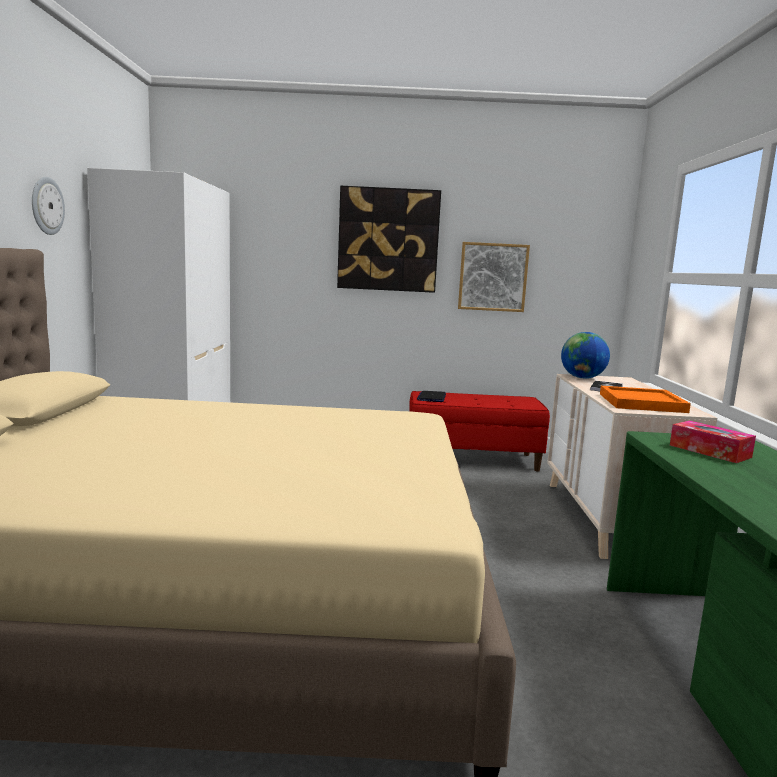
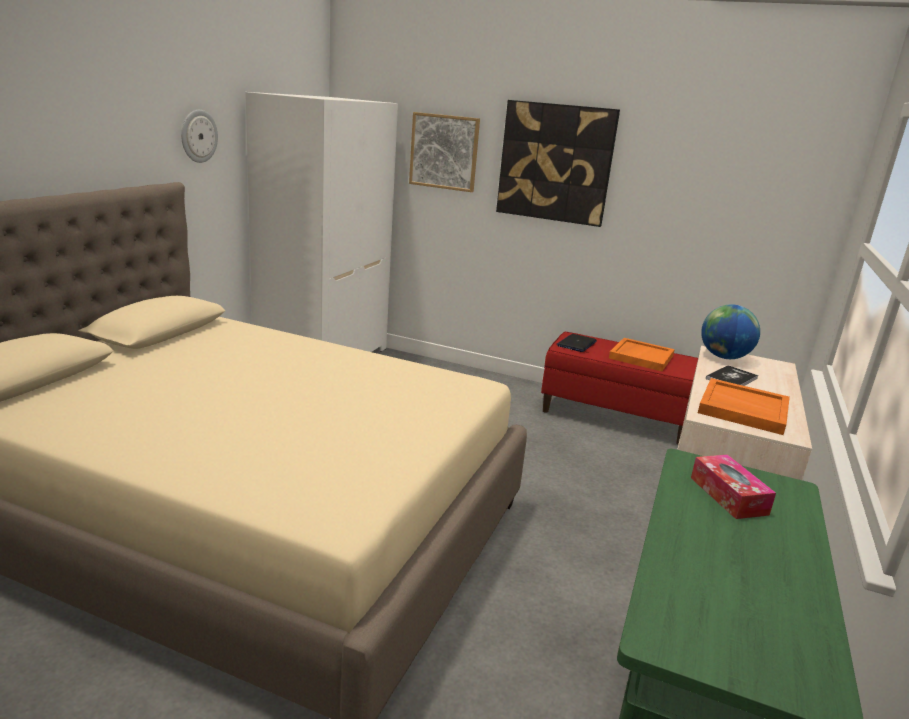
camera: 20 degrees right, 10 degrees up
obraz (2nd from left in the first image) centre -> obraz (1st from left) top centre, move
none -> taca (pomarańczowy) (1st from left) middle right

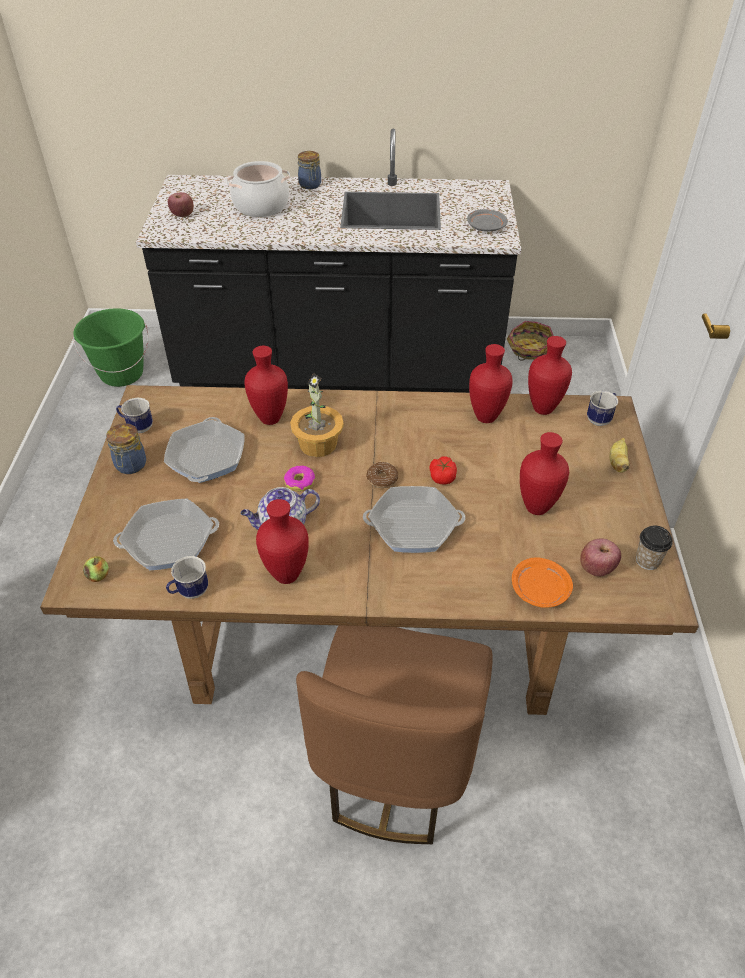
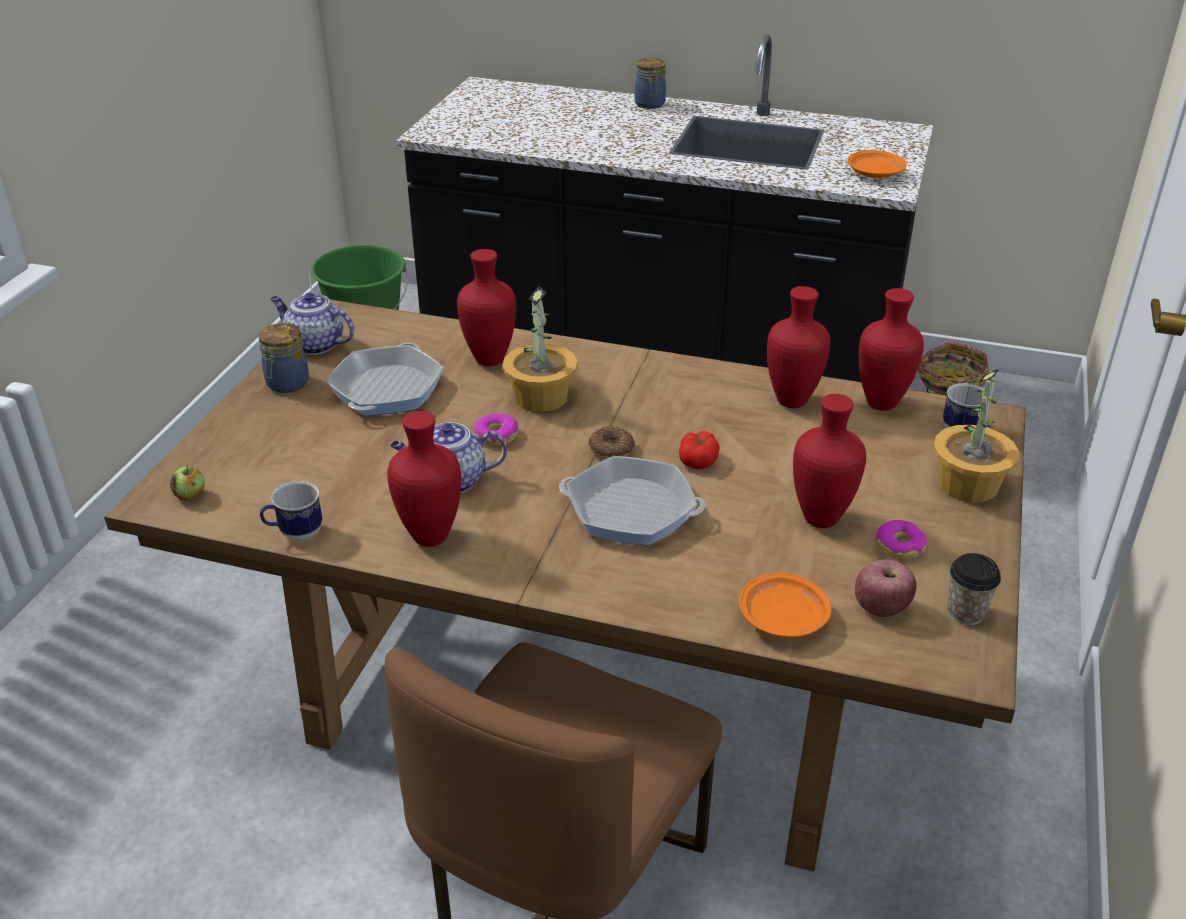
camera: 15 degrees right, 10 degrees down
garnek top centre -> none
jabłko (2nd from left) top left -> none
talerz (szary) top centre -> talerz (pomarańczowy) (2nd from left) top right
kubek (1st from left) middle left -> imbryk (1st from left) middle left
banan middle right -> roślina doniczkowa (2nd from left) middle right
patelnia (1st from left) middle left -> none
none -> donut (3rd from left) middle right

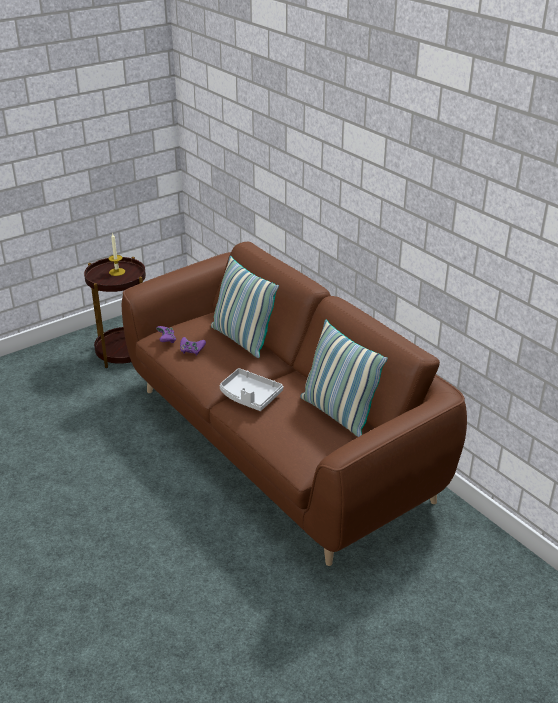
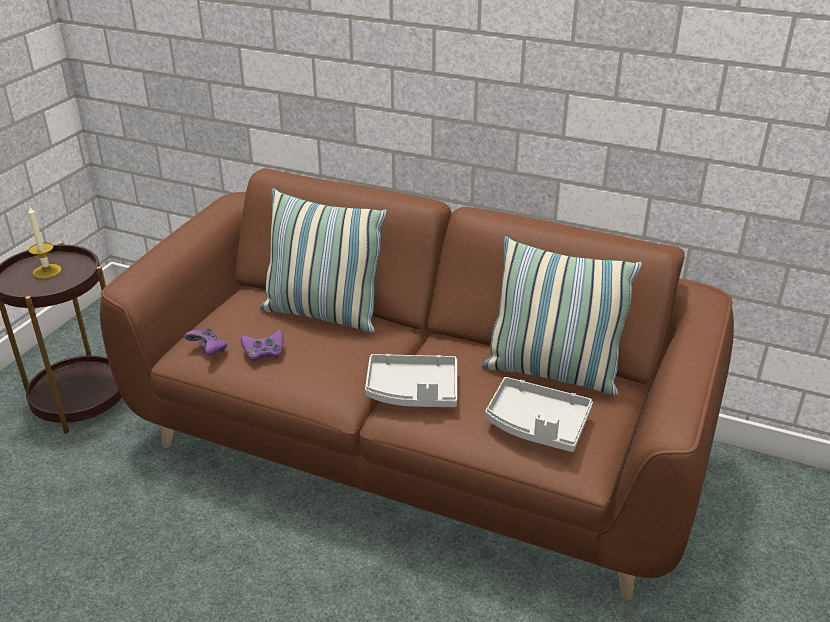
camera: 30 degrees left, 0 degrees up
none -> taca (szary) (2nd from left) centre

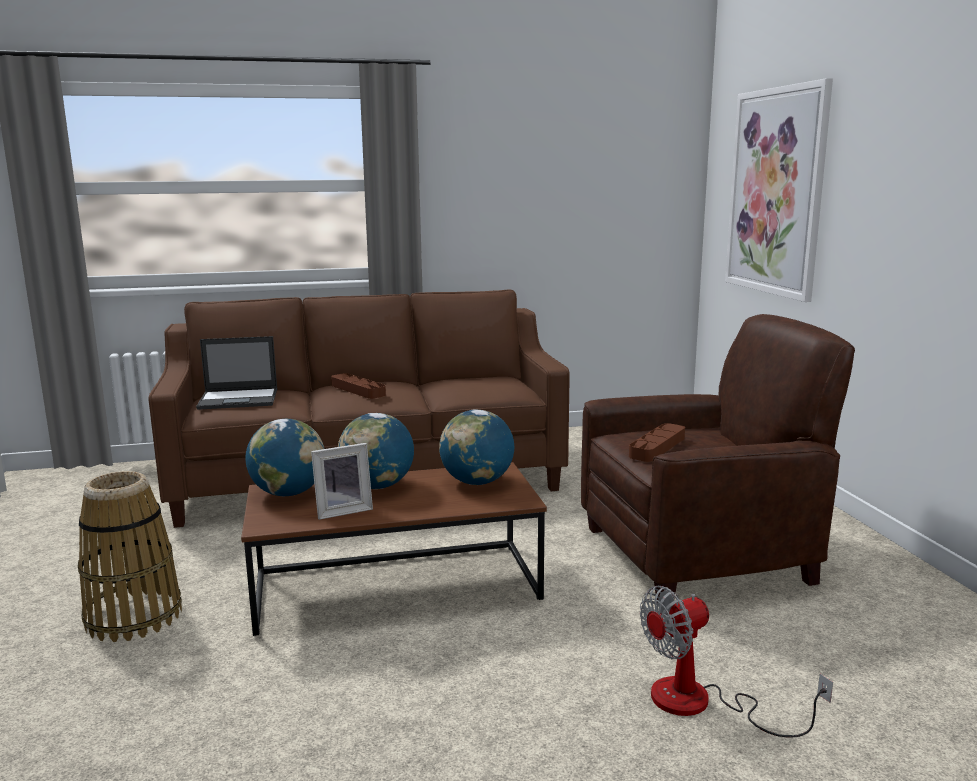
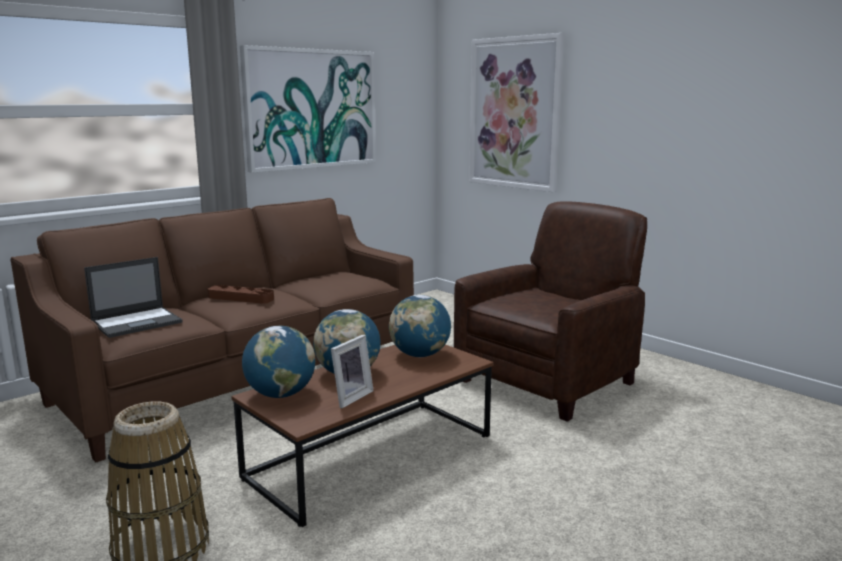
camera: 30 degrees left, 0 degrees up
taca (brązowy) (2nd from left) middle right -> none
wentylator bottom right -> none
none -> obraz (1st from left) top centre

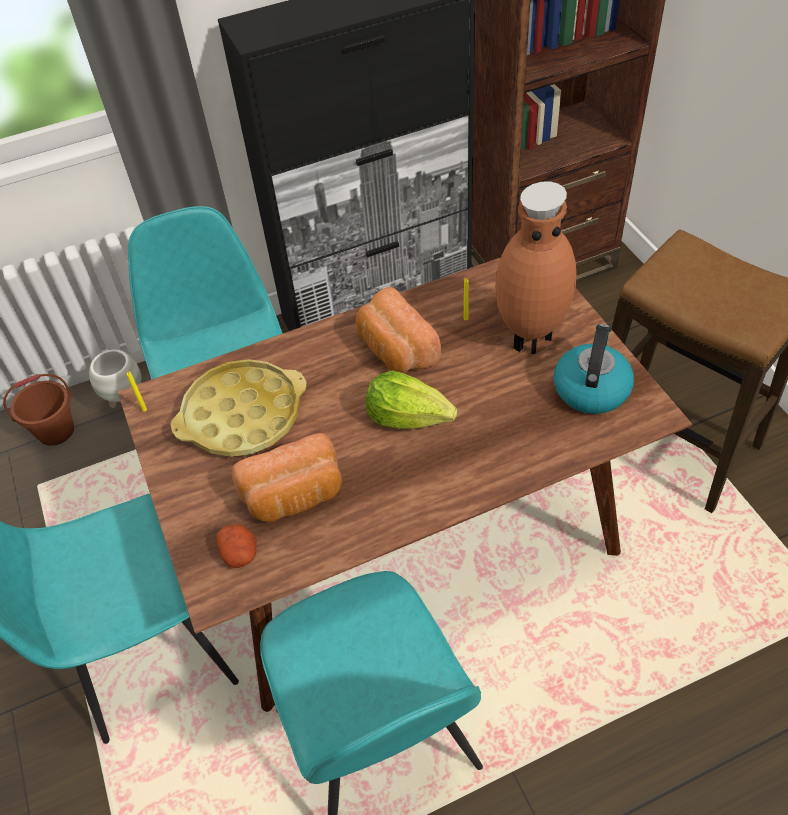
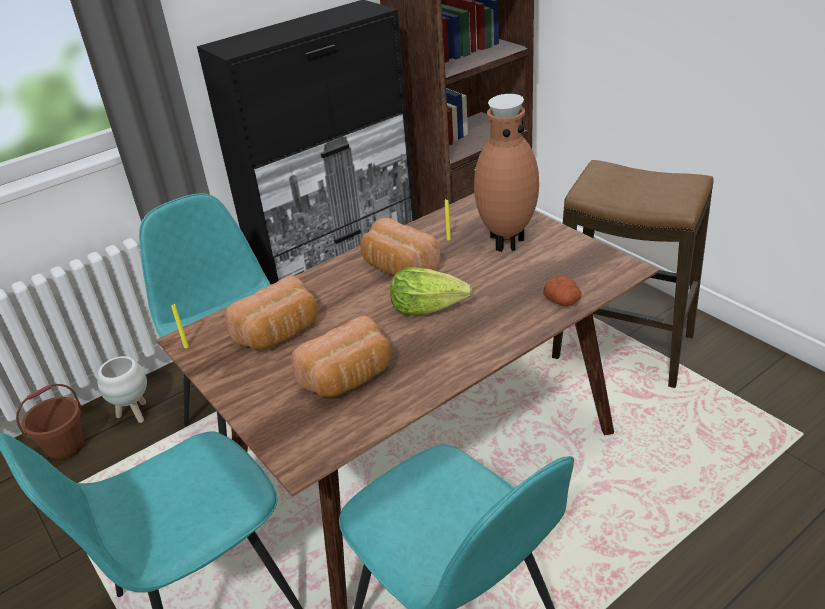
camera: 15 degrees left, 15 degrees down
czajnik middle right -> none
taca (żółty) middle left -> chleb (1st from left) middle left
ziemniak bottom left -> ziemniak middle right, move

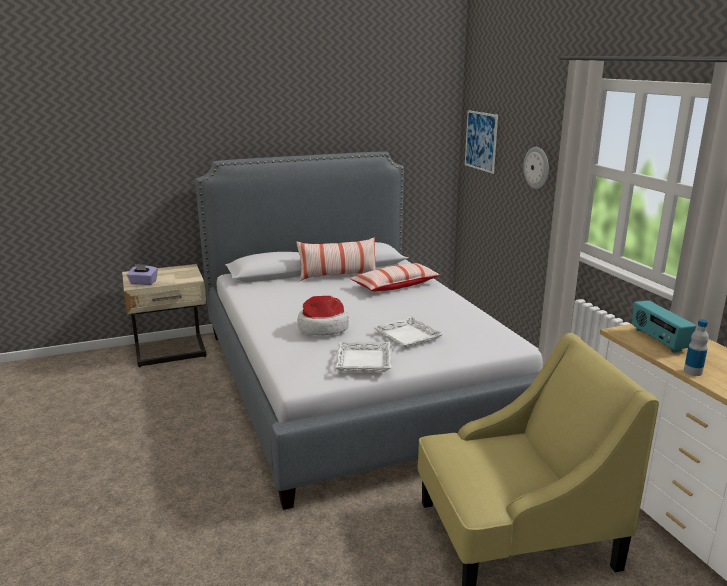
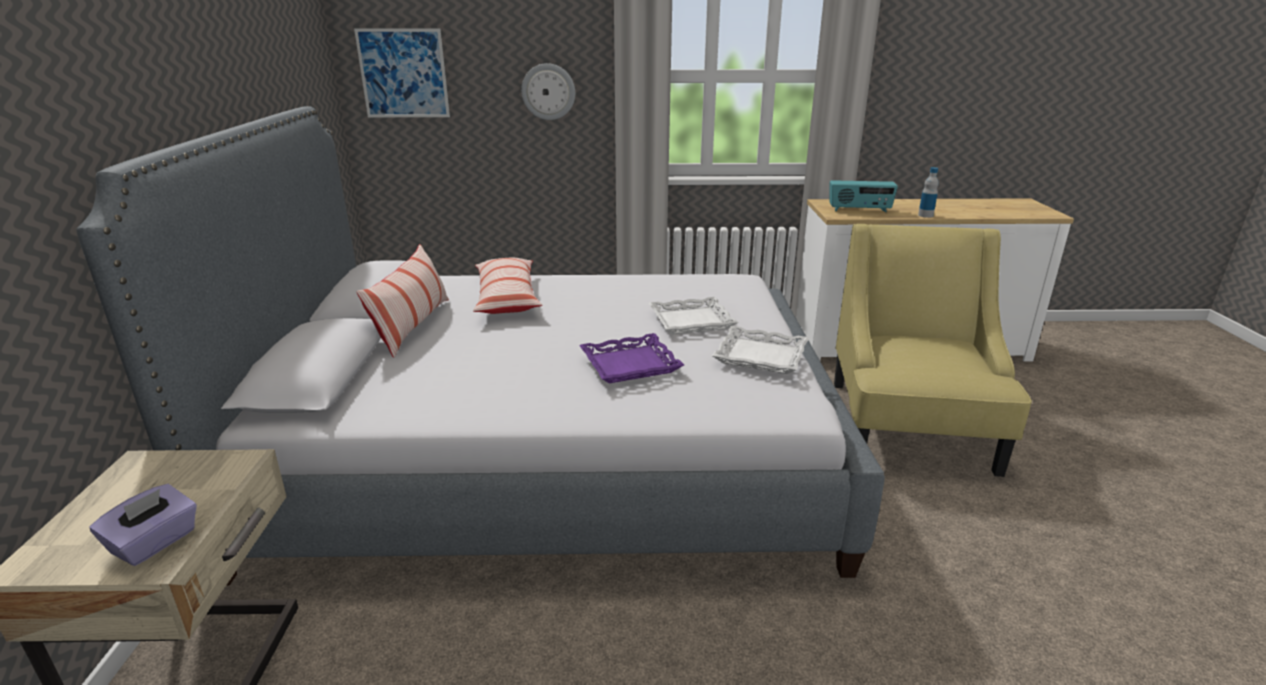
camera: 70 degrees left, 5 degrees up
kapelusz centre -> taca (fioletowy) centre

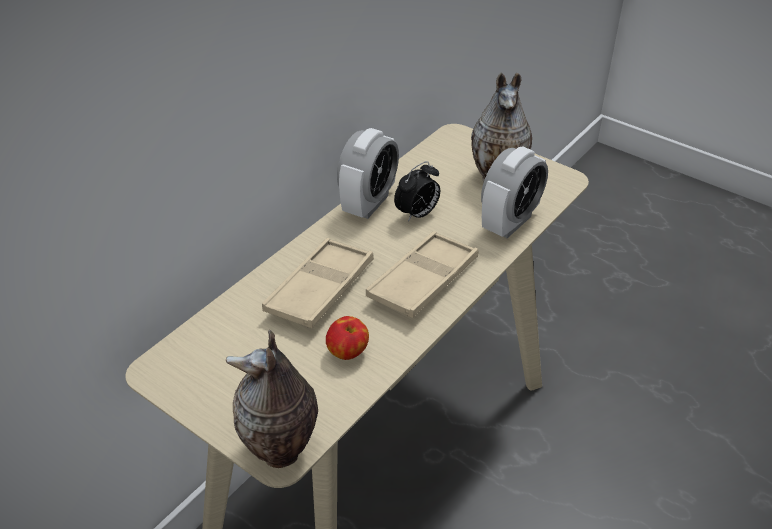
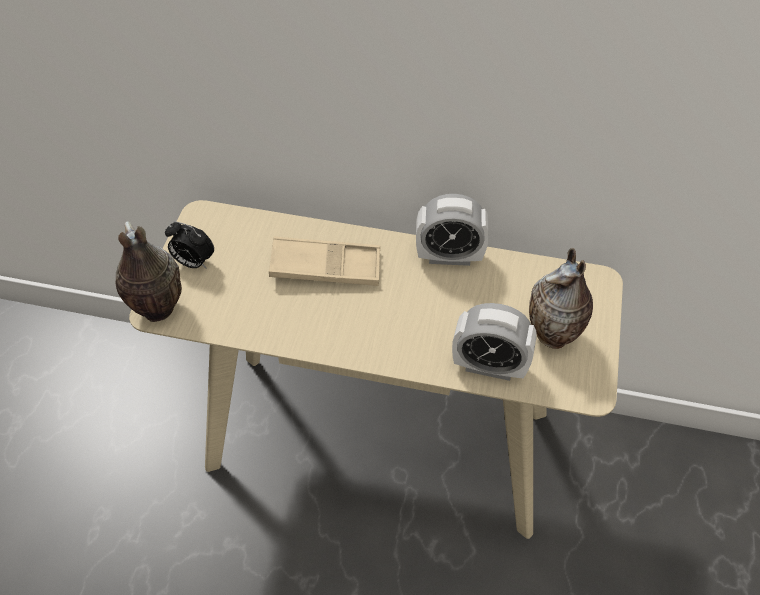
camera: 65 degrees right, 10 degrees up
budzik (2nd from left in the first image) centre -> budzik (1st from left) middle left, move
taca (beżowy) (2nd from left) centre -> none
jabłko centre -> none

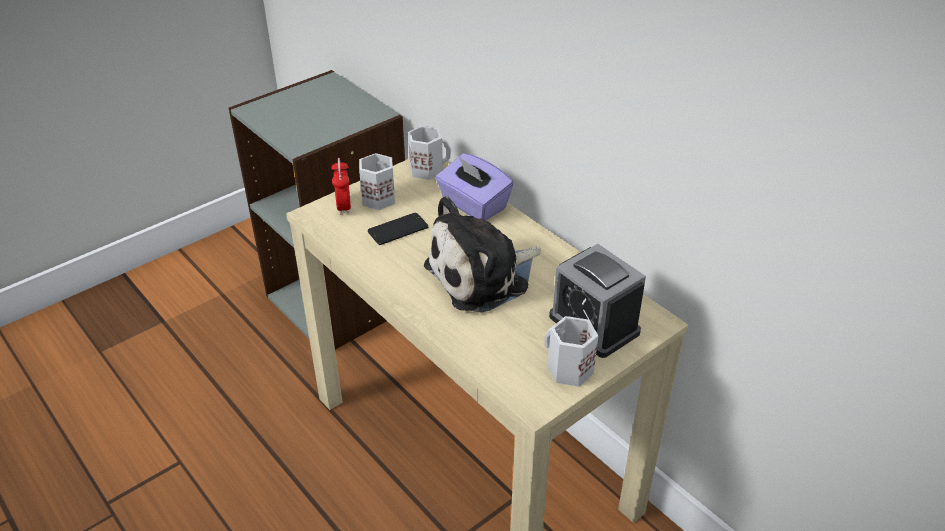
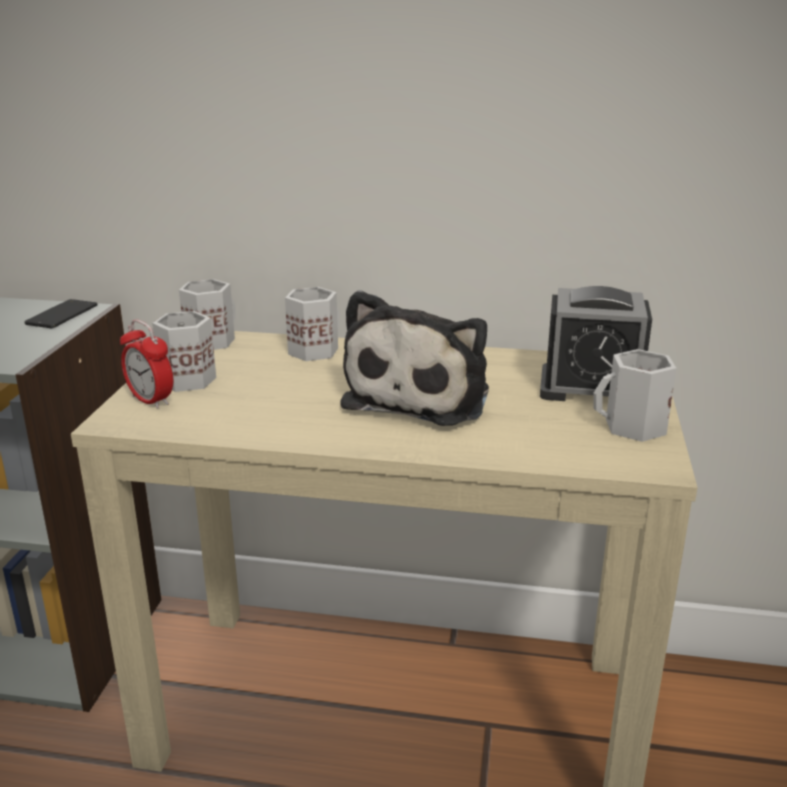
camera: 40 degrees left, 15 degrees down
pudełko chusteczek (fioletowy) centre -> kubek (biały) (3rd from left) centre
telefon centre -> telefon middle left, move

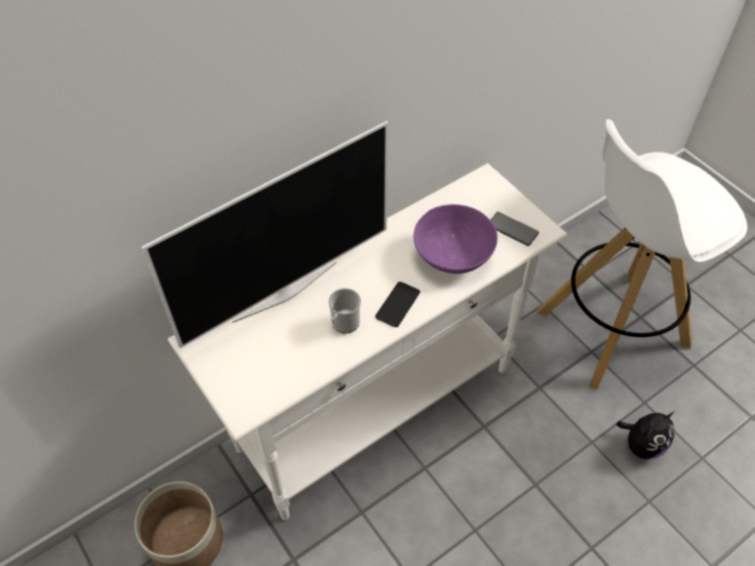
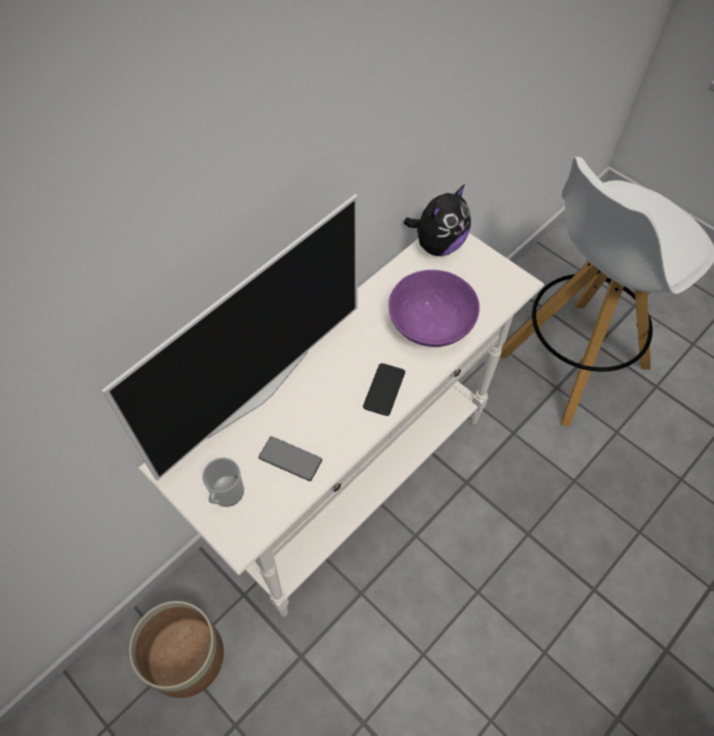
camera: 10 degrees left, 5 degrees up
telefon (2nd from left in the first image) middle right -> telefon (1st from left) centre, move
kubek centre -> kubek middle left, move
pluszak bottom right -> pluszak top centre, move

